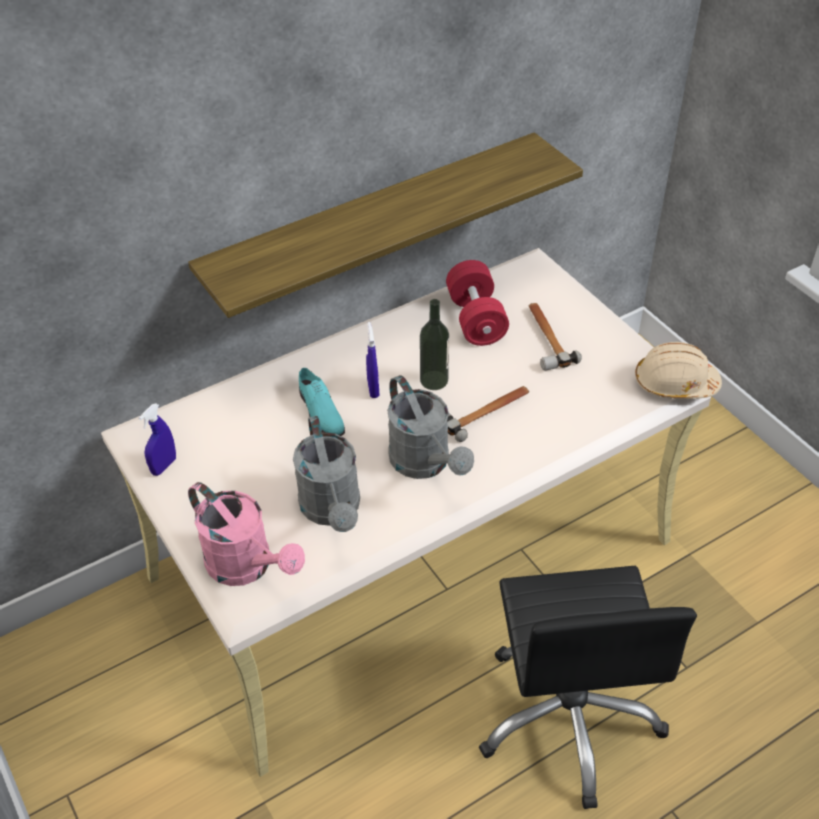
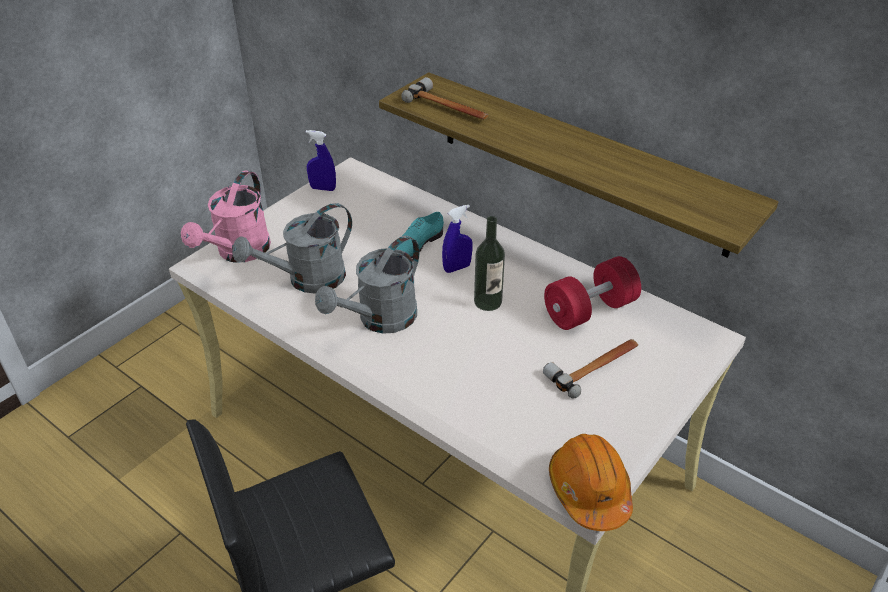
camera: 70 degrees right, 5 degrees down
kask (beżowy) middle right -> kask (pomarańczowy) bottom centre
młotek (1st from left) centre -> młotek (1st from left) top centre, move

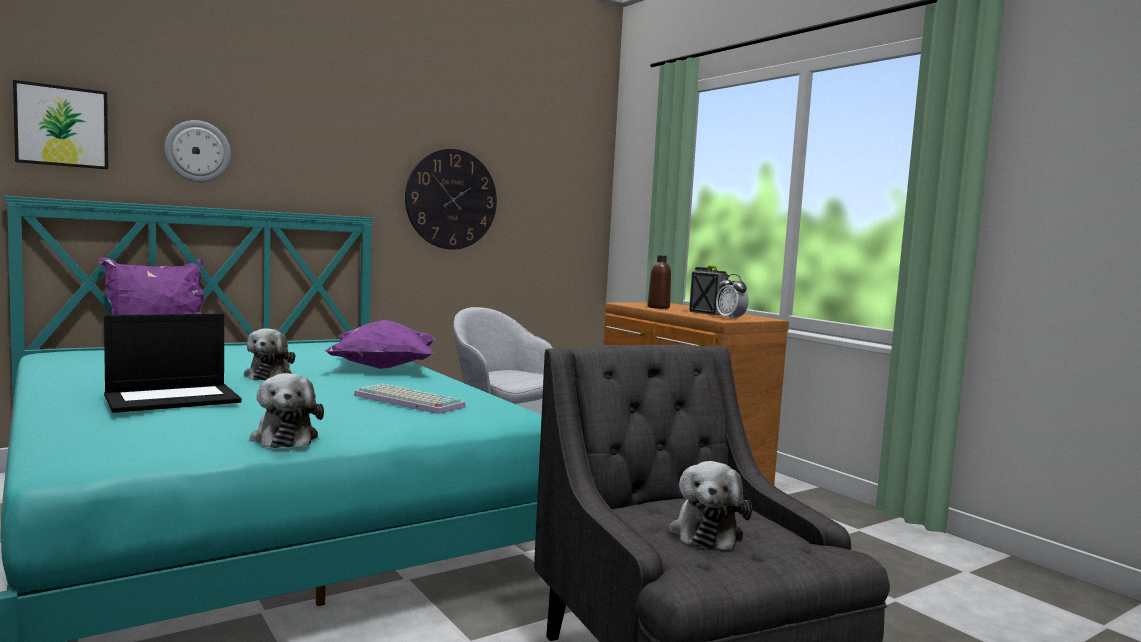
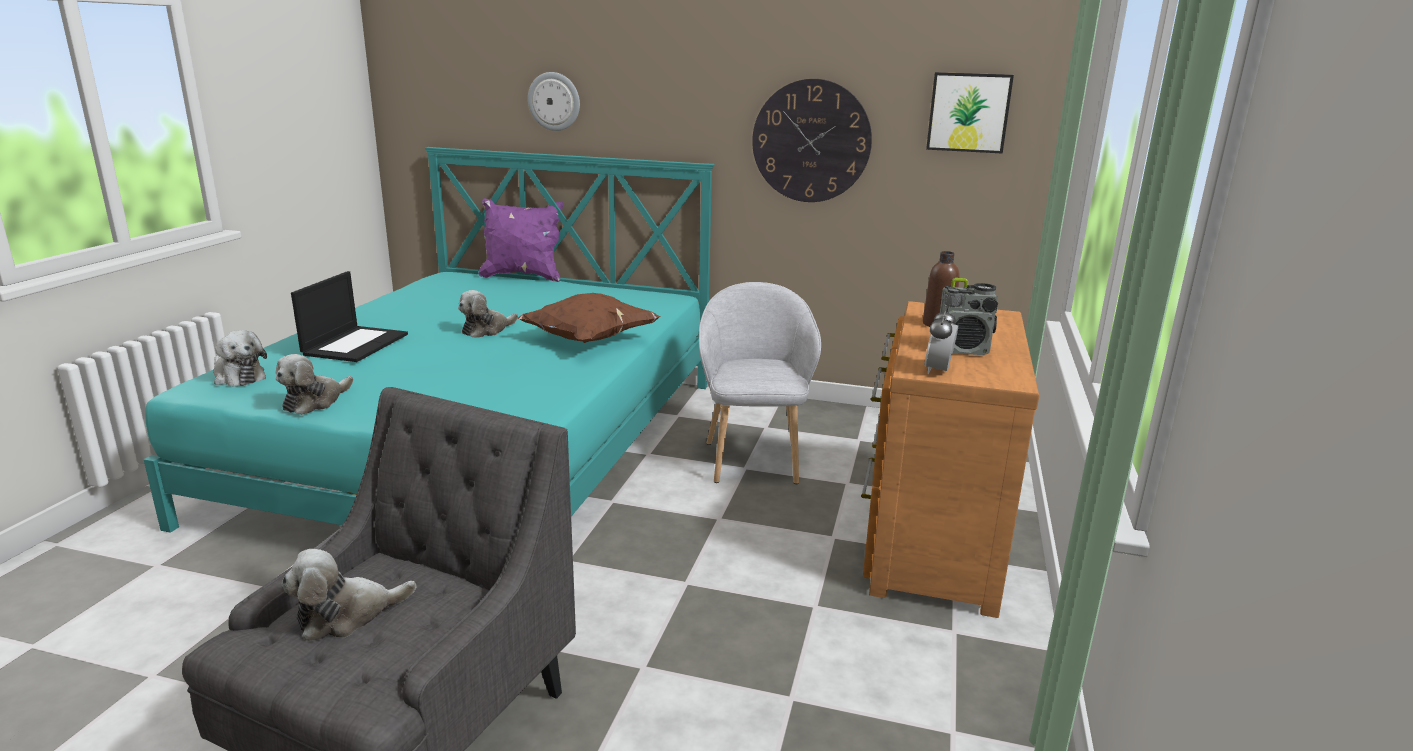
camera: 50 degrees right, 15 degrees up
obraz top left -> obraz top right, move
radio centre -> radio middle right, 90 degrees clockwise
laptop middle left, 90 degrees counterclockwise
poduszka (fioletowy) (2nd from left) middle left -> poduszka (brązowy) centre
klawiatura centre -> none
none -> pluszak (1st from left) middle left

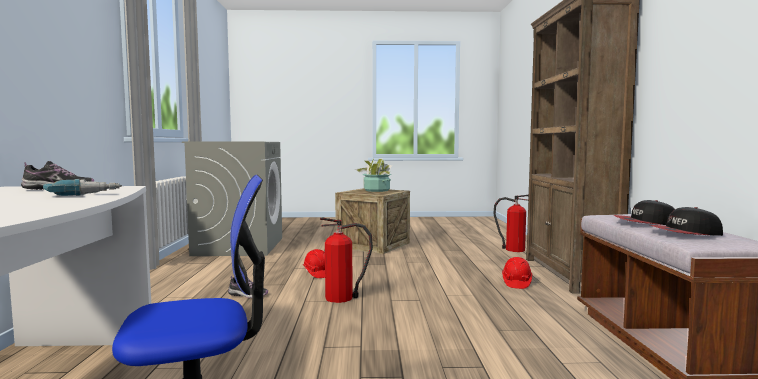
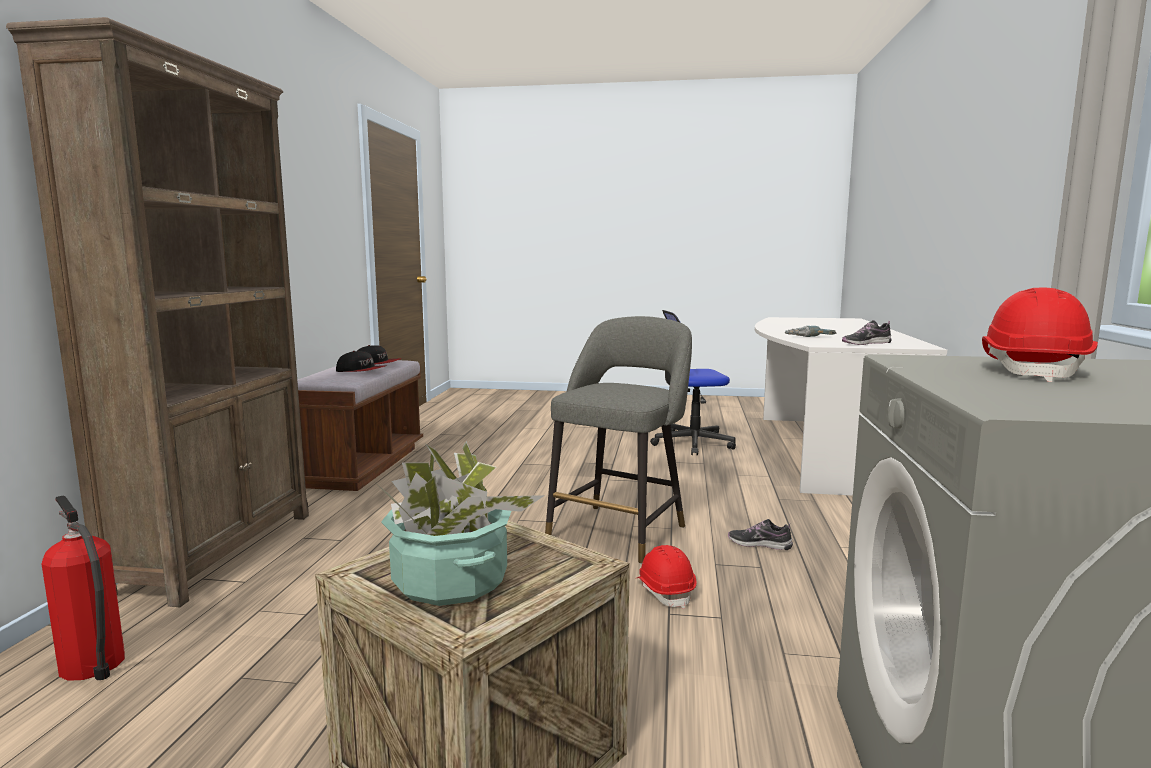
camera: 170 degrees left, 5 degrees up
gaśnica (1st from left) bottom centre -> stołek (szary) centre
kask (czerwony) (2nd from left) bottom right -> kask (czerwony) (2nd from left) middle right, move

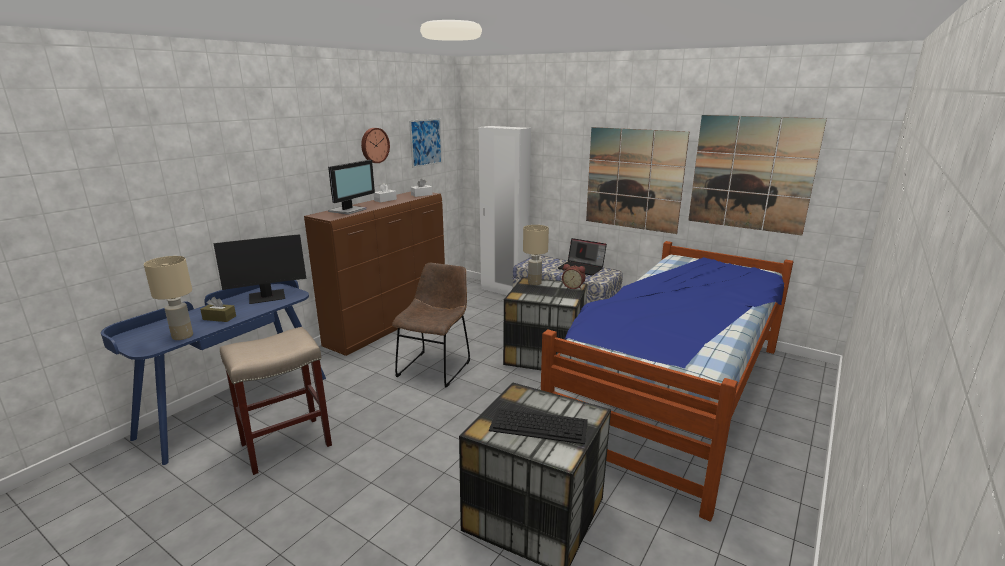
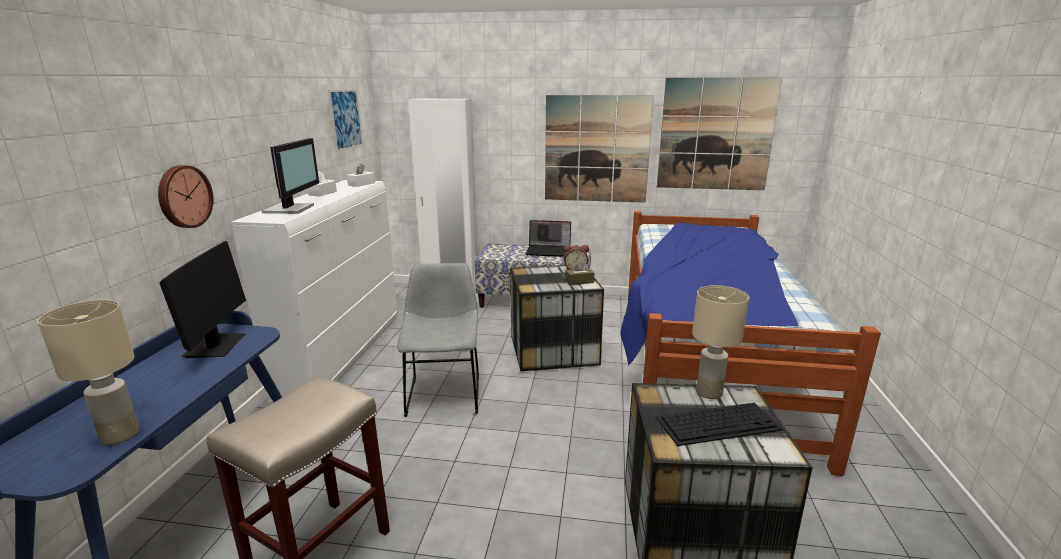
camera: 25 degrees left, 0 degrees up
zegar ścienny top centre -> zegar ścienny middle left, move
komoda (brązowy) centre -> komoda (biały) middle left
lampa stołowa (beżowy) (2nd from left) centre -> lampa stołowa (beżowy) (2nd from left) middle right, move
monitor (1st from left) middle left, 45 degrees counterclockwise
krzesło (brązowy) centre -> krzesło (szary) centre
pudełko chusteczek (brązowy) middle left -> pudełko chusteczek (brązowy) centre, move

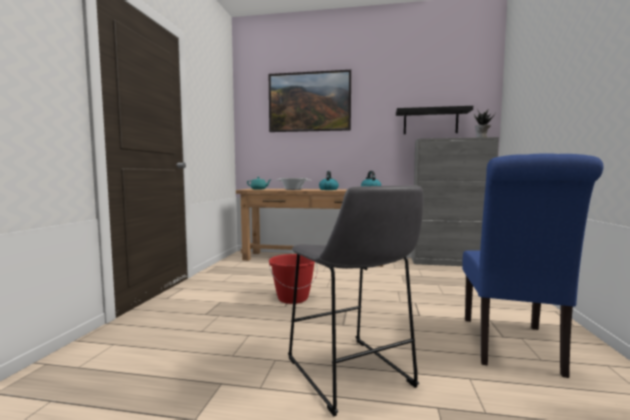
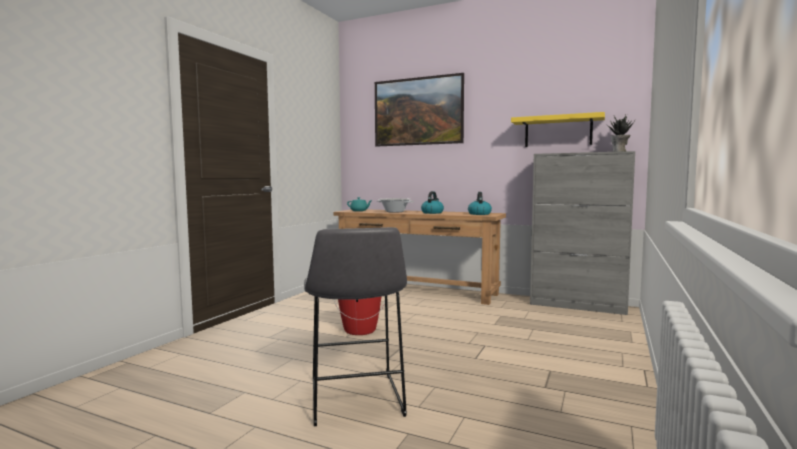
camera: 15 degrees right, 0 degrees up
półka (czarny) top right -> półka (żółty) top right
krzesło (niebieski) middle right -> none

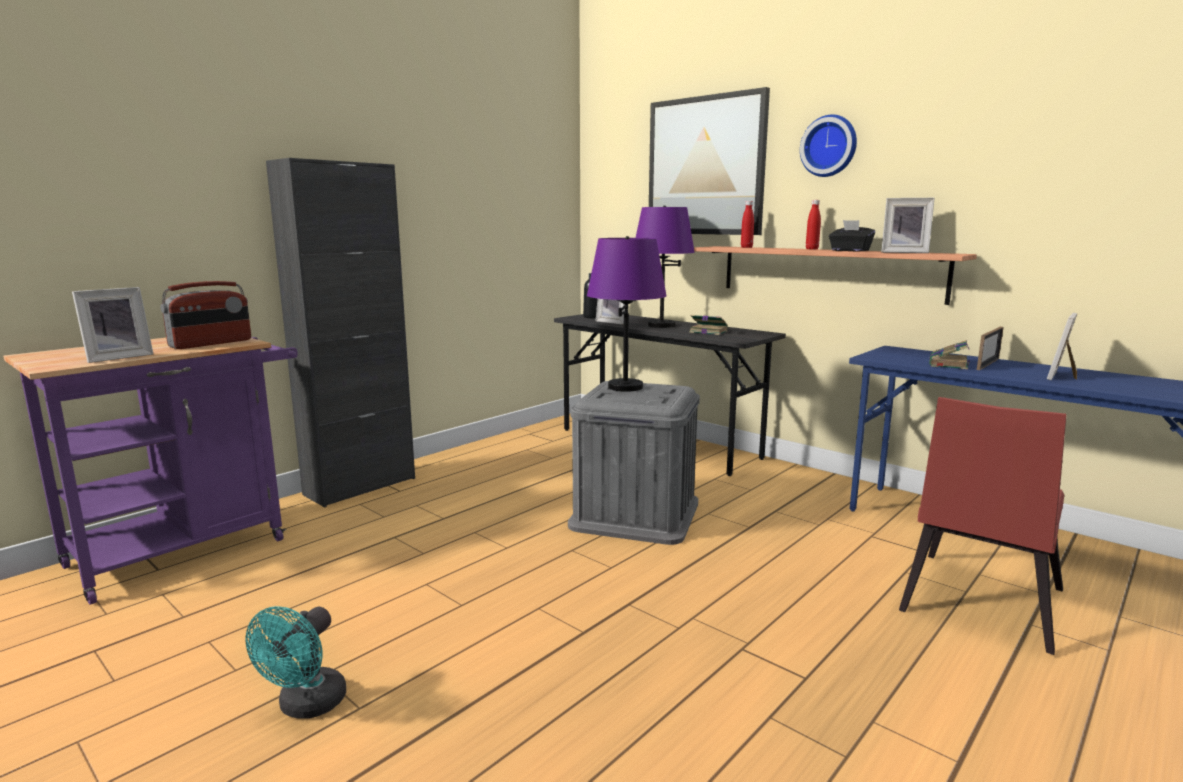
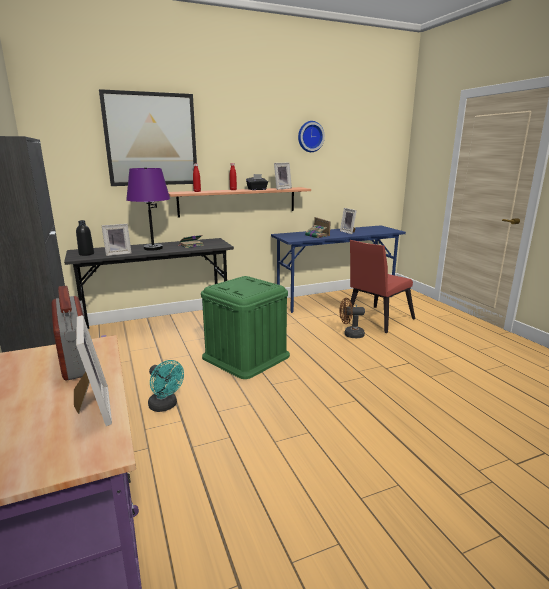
camera: 65 degrees left, 5 degrees up
zegar ścienny top right -> zegar ścienny top centre, move
lampa stołowa (fioletowy) (1st from left) centre -> none
pojemnik do przechowywania (szary) centre -> pojemnik do przechowywania (zielony) centre
krzesło (czerwony) bottom right -> krzesło (czerwony) middle right, 75 degrees clockwise
wentylator (turkusowy) bottom left -> wentylator (turkusowy) middle left, move
none -> wentylator (brązowy) centre

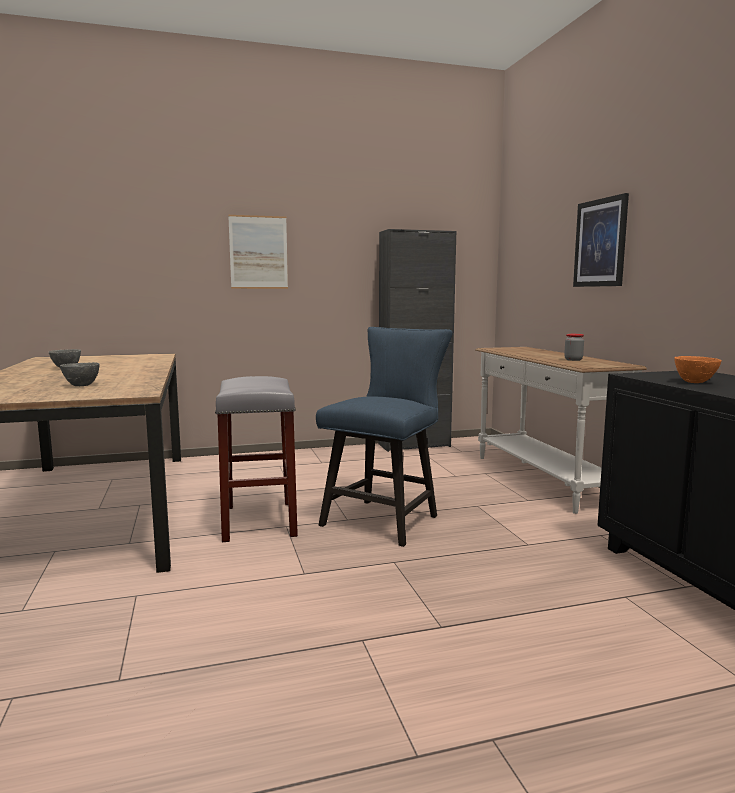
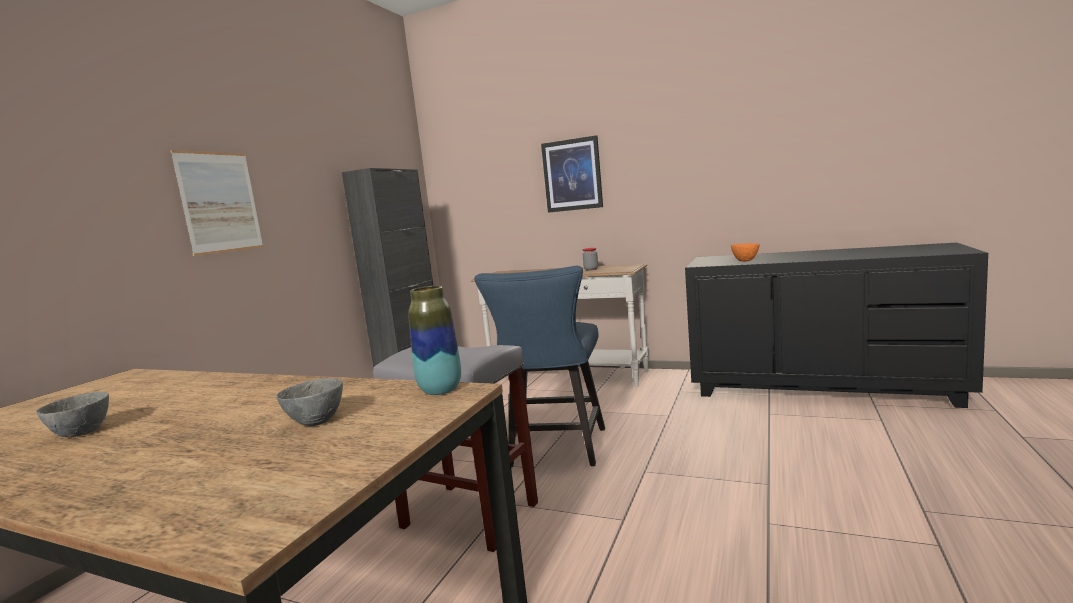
camera: 50 degrees left, 0 degrees up
krzesło (niebieski) centre, 150 degrees counterclockwise
none -> wazon centre

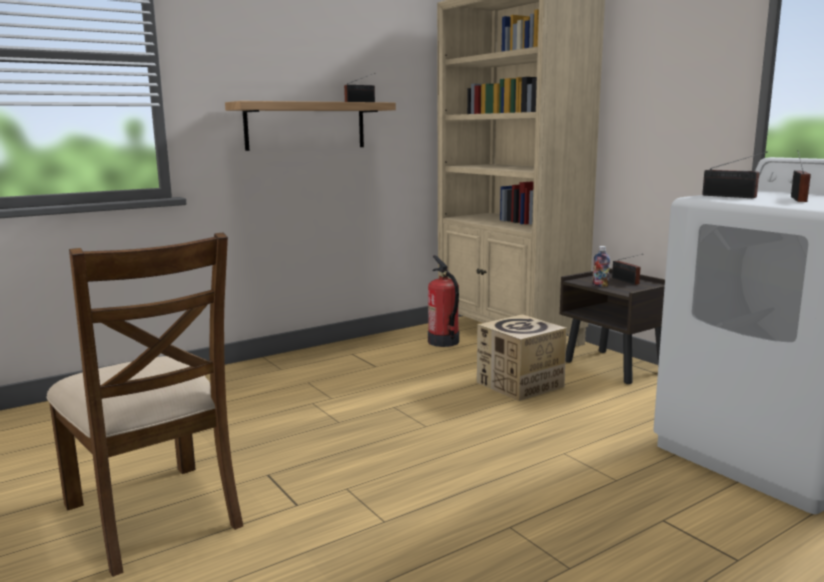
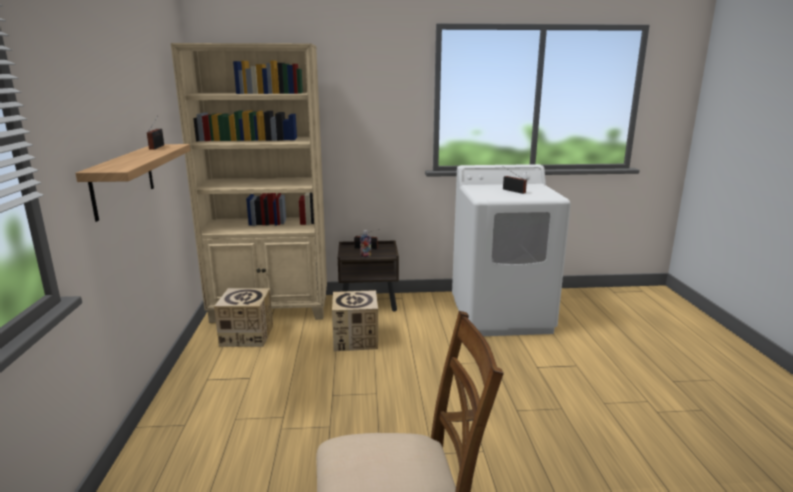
camera: 60 degrees left, 5 degrees up
radio (3rd from left) top right -> none
gaśnica centre -> karton (1st from left) middle left

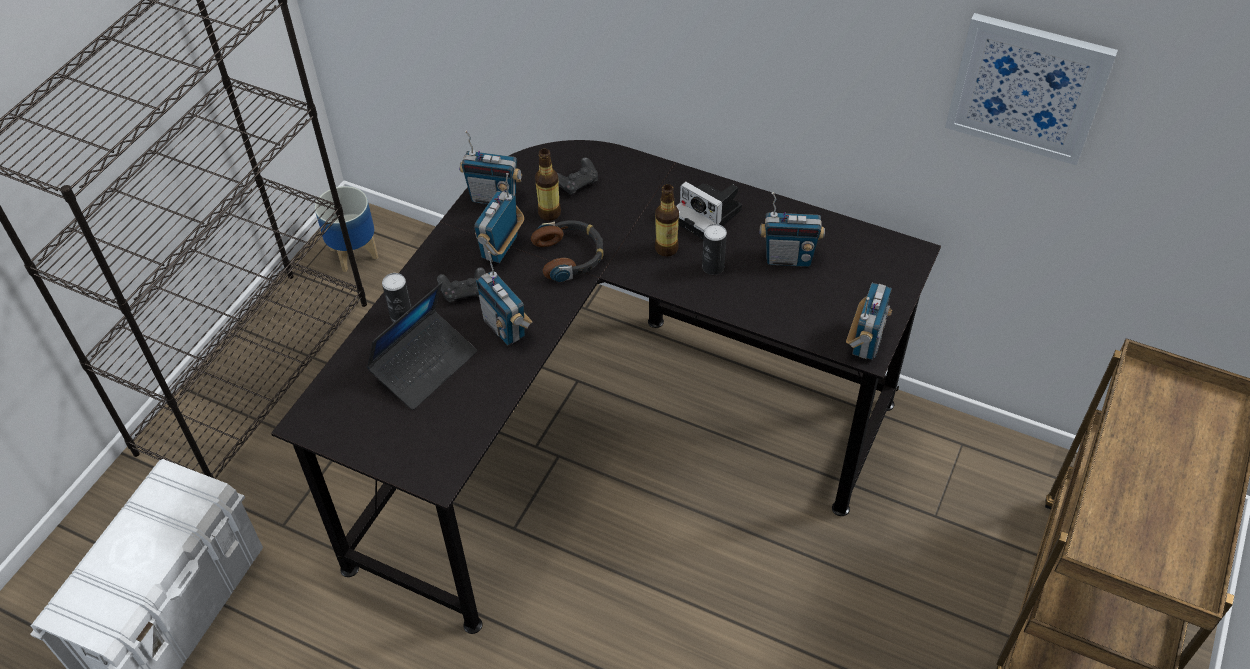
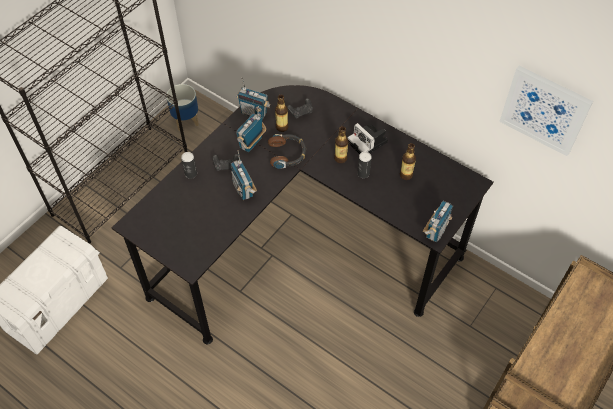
camera: 10 degrees right, 5 degrees up
radio (4th from left) centre -> butelka (3rd from left) centre
laptop centre -> none

